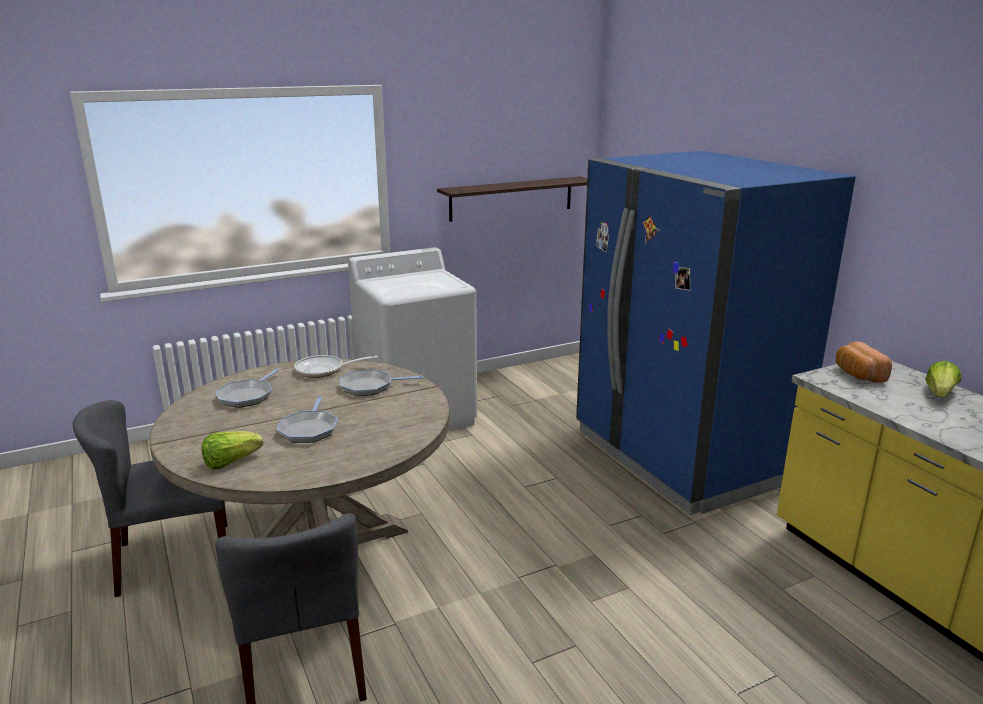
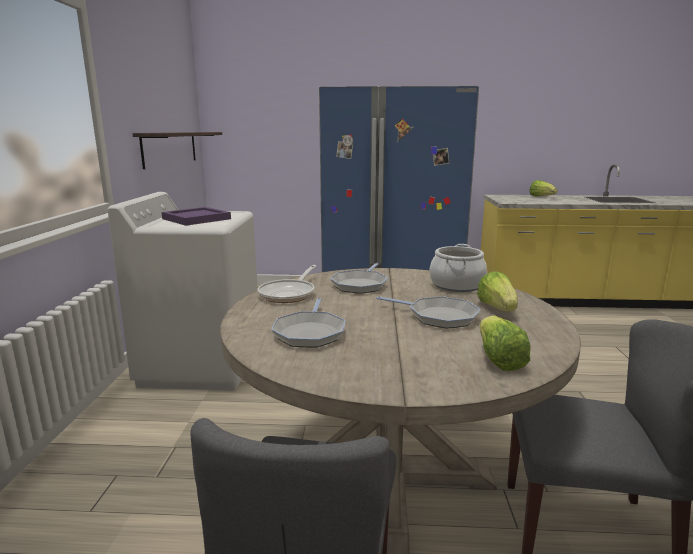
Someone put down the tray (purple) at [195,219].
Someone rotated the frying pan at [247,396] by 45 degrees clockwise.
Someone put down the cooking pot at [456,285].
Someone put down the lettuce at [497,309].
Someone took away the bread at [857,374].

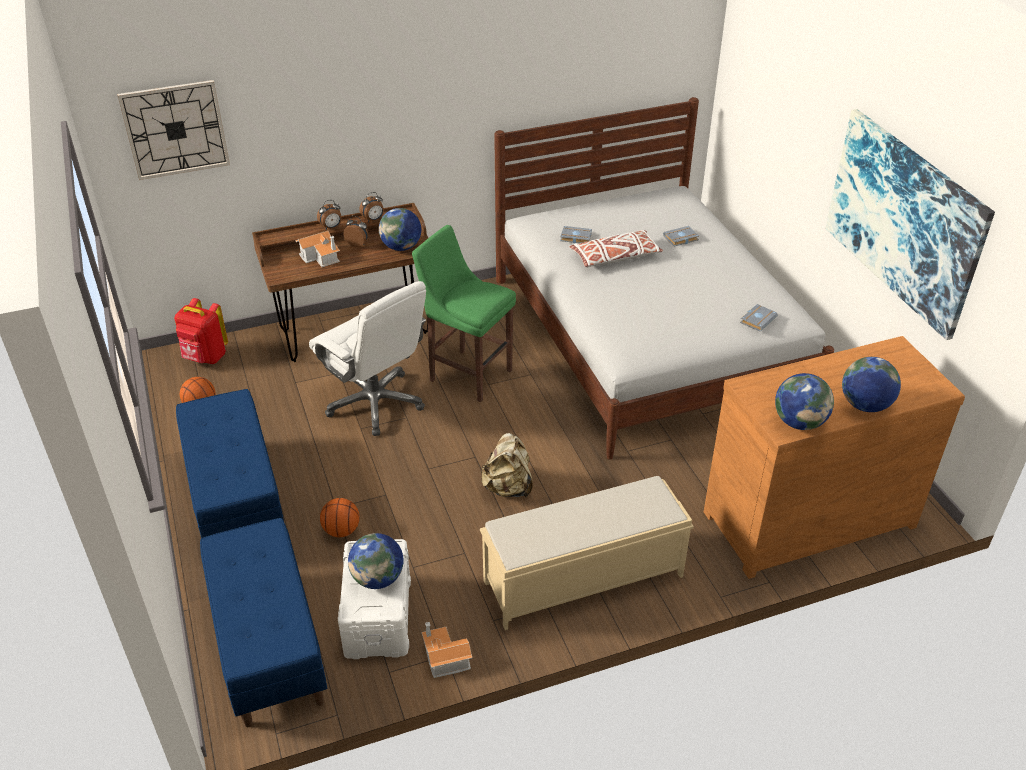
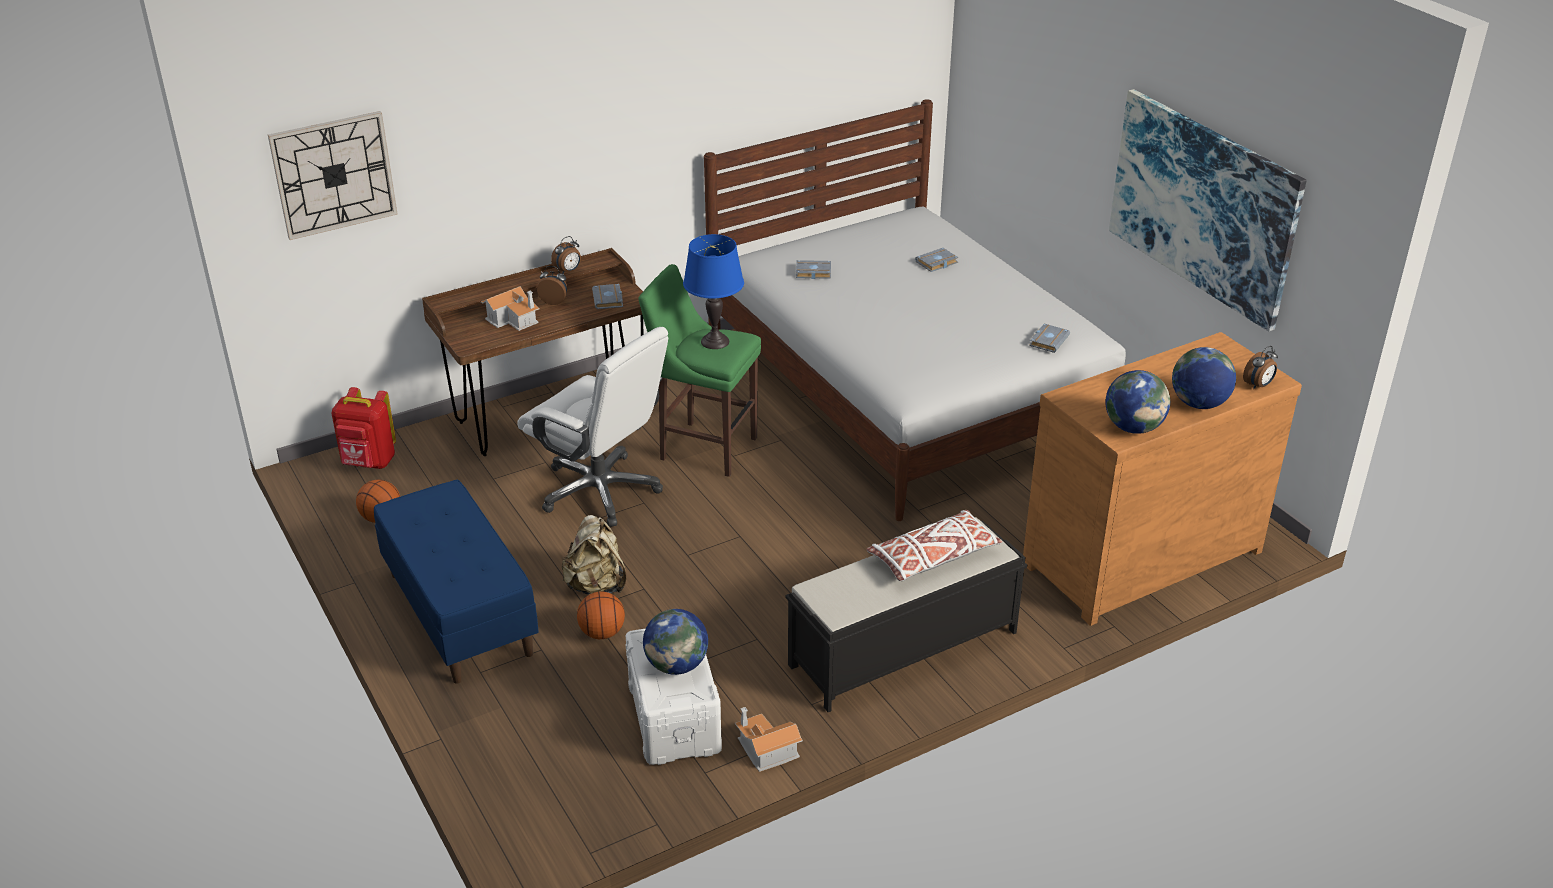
Someone carried the backpack (beige) from [508,487] to [596,585].
Someone swapped the globe at [401,247] for the book (grey) at [609,300].
Someone put down the table lamp (blue) at [715,341].
Someone repainted the bench (beige) at [581,579], which became the bench (black) at [902,649].
Someone carried the pillow (white) from [615,257] to [933,557].
Someone carried the alarm clock from [331,227] to [1258,385].
Someone took away the bench (blue) at [268,645].

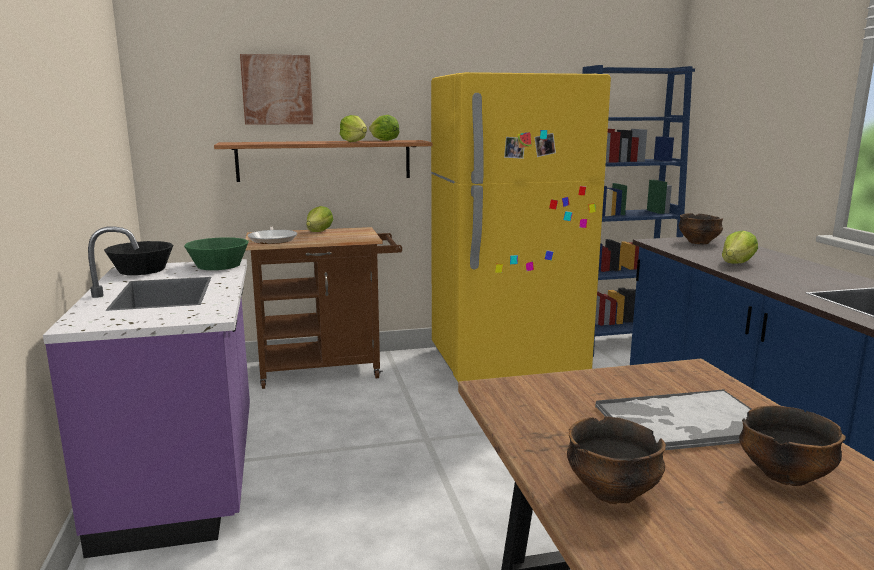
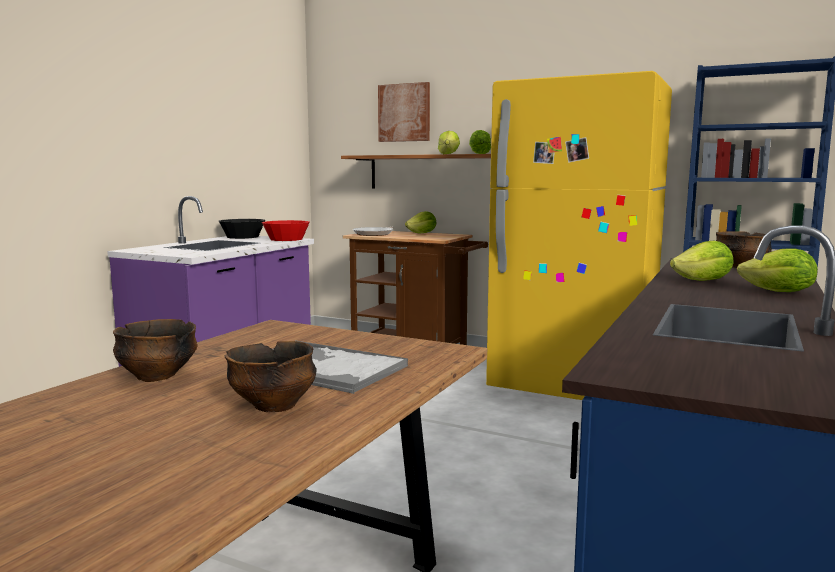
Someone repainted the bowl (green) at [219,265], which became the bowl (red) at [286,239].
Someone put down the lettuce at [779,292].

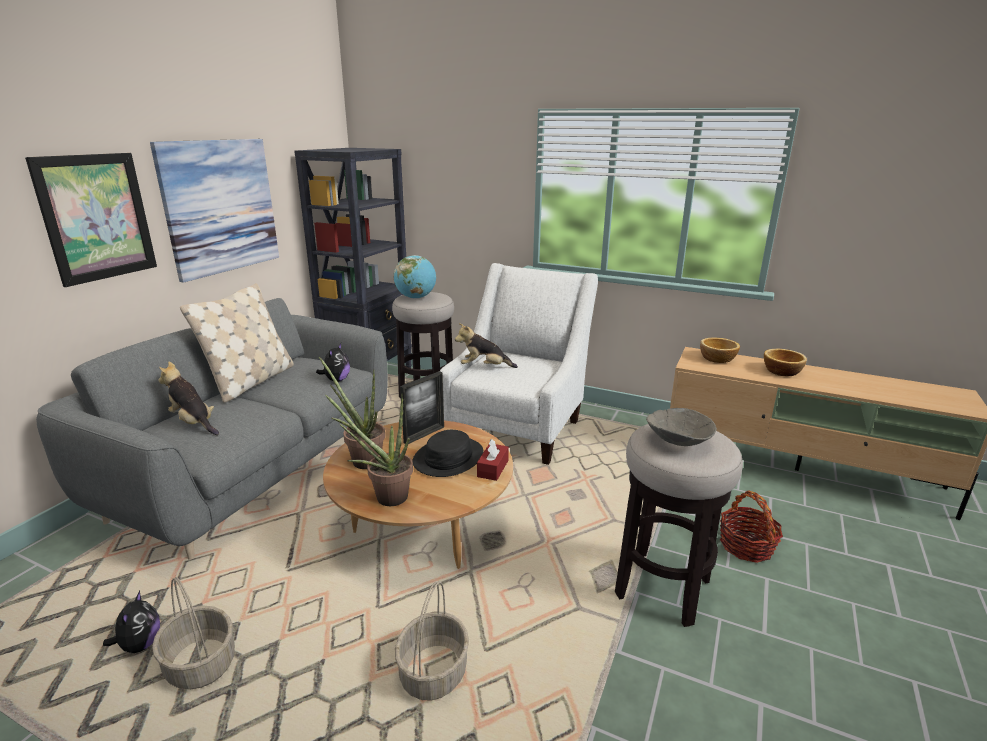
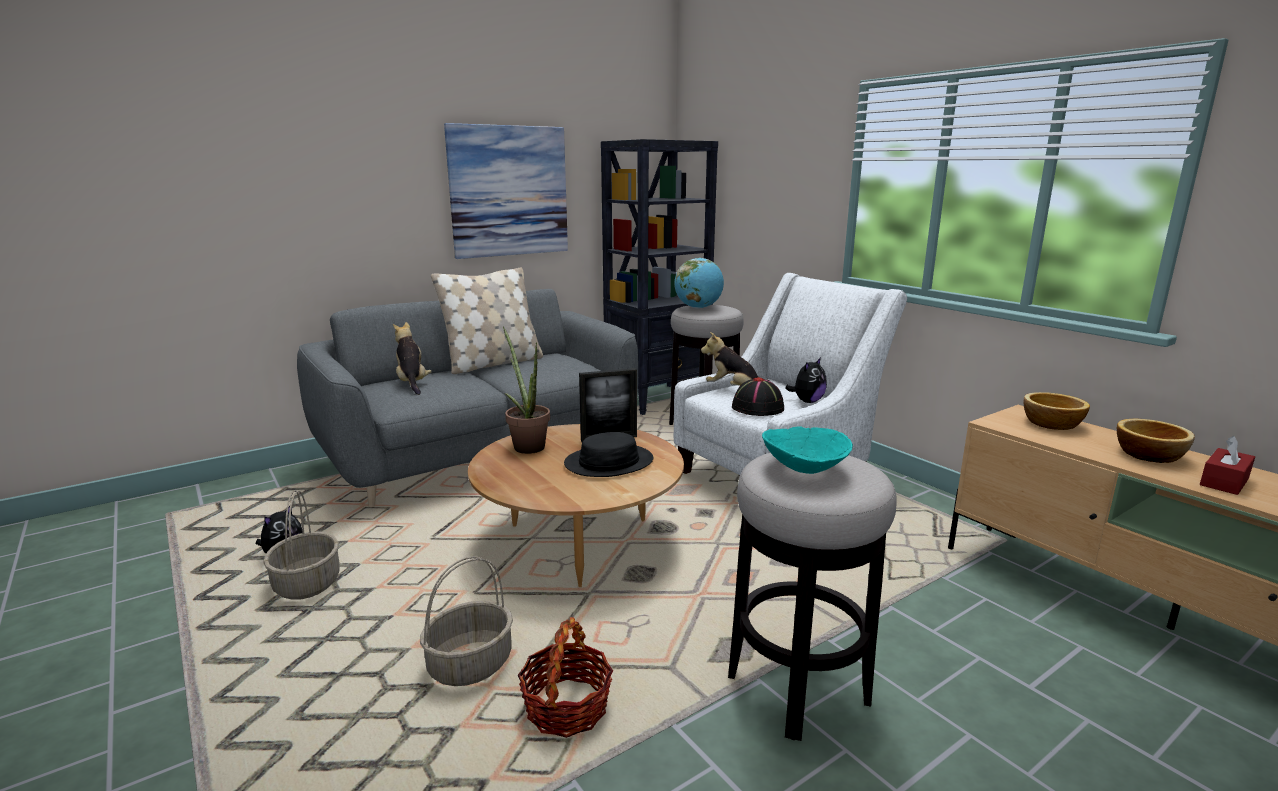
Someone carried the basket from [746,546] to [567,708].
Someone put down the hat (black) at [758,408].
Someone repainted the bowl (grey) at [677,441], which became the bowl (turquoise) at [803,468].
Someone carried the plush toy from [336,380] to [807,401].
Someone carried the tissue box (red) from [493,468] to [1224,481].
Someone took away the picture at [97,217].
Someone took away the potted plant at [385,497].

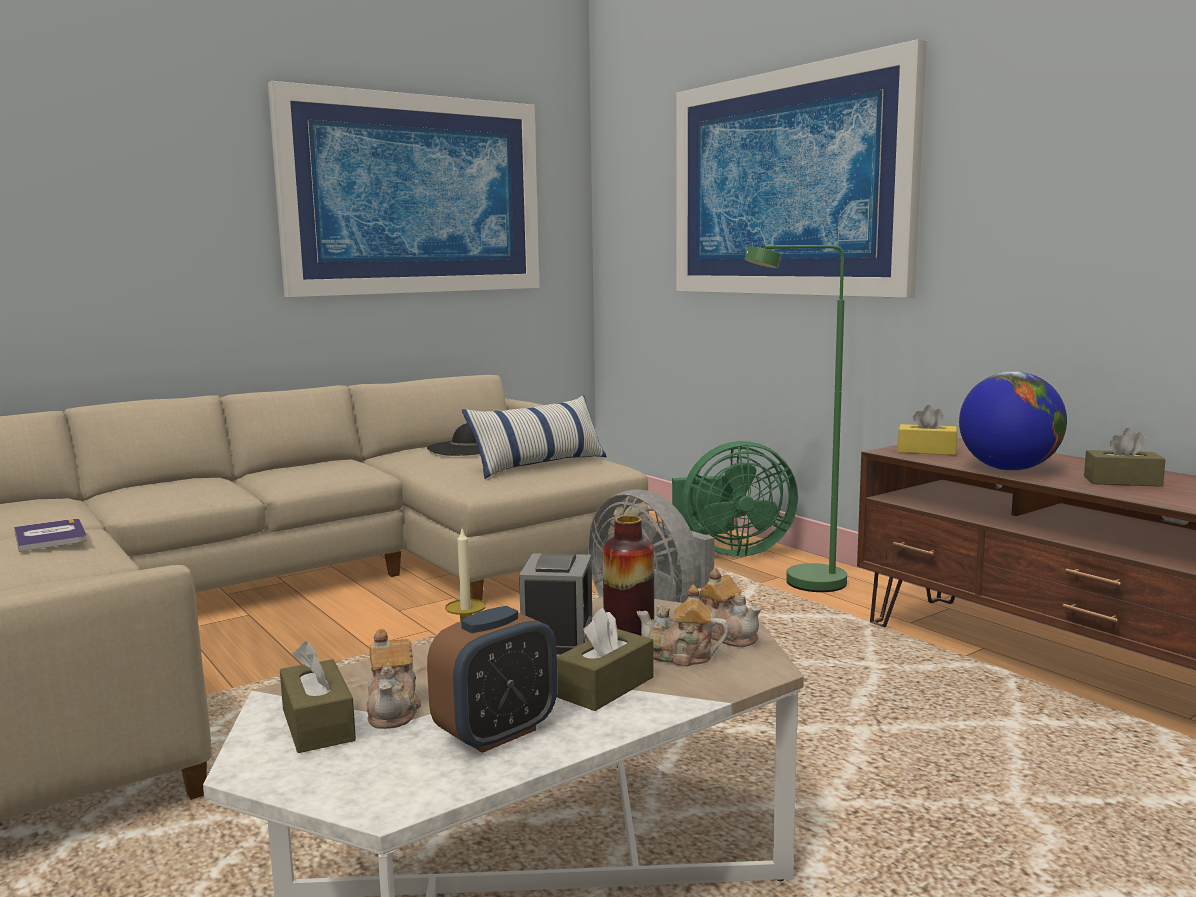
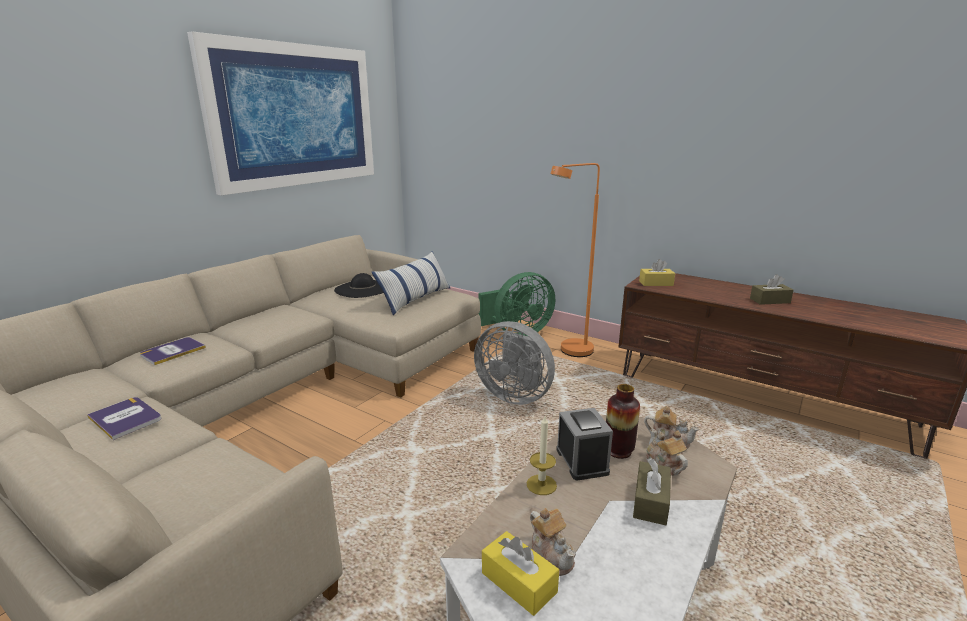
Someone put down the book at [172,351].
Someone repainted the tissue box (brown) at [318,724], which became the tissue box (yellow) at [518,582].
Someone repainted the floor lamp (green) at [801,584], which became the floor lamp (orange) at [570,352].
Someone rotated the teapot at [681,656] by 75 degrees clockwise.
Someone took away the alarm clock at [496,733].
Someone took away the picture at [787,184].
Someone took away the globe at [1008,469].

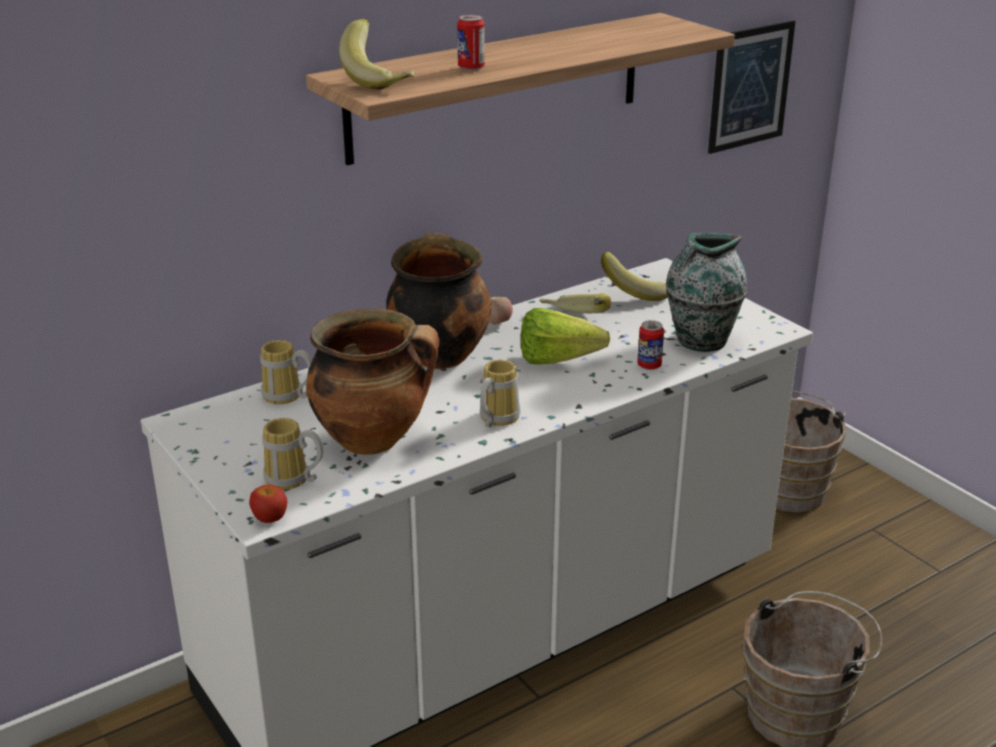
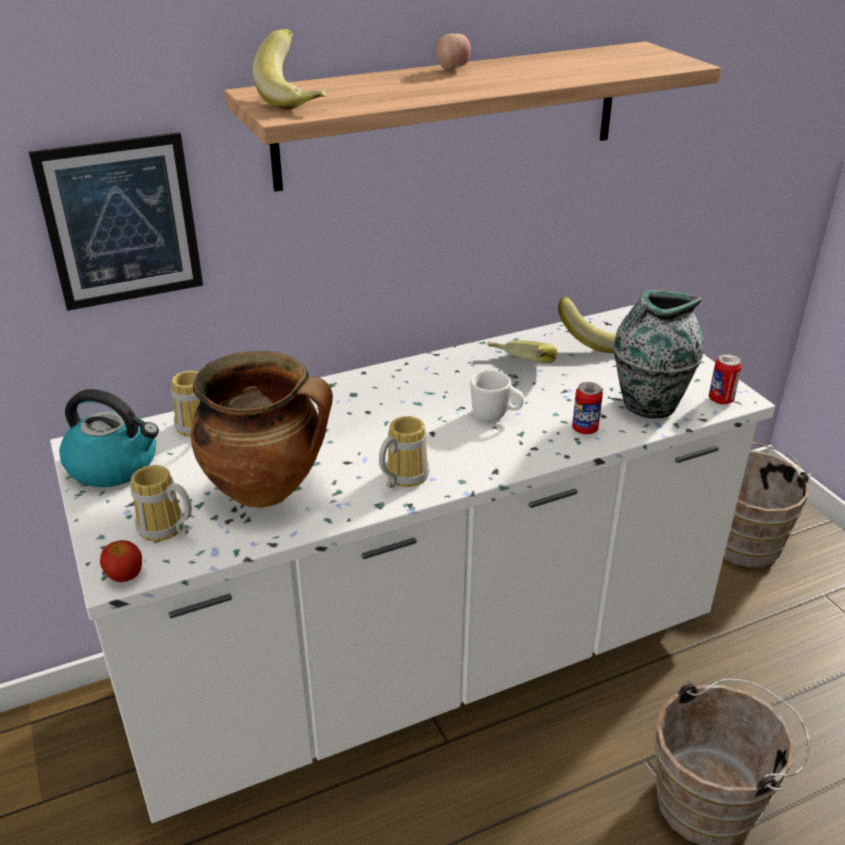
Someone carried the picture from [750,86] to [121,222].
Someone put down the kettle at [114,465].
Someone carried the apple from [498,323] to [452,70].
Someone swapped the lettuce at [564,361] for the mug (white) at [495,415].
Someone carried the can from [471,68] to [720,400].
Someone took away the cooking pot at [439,355].

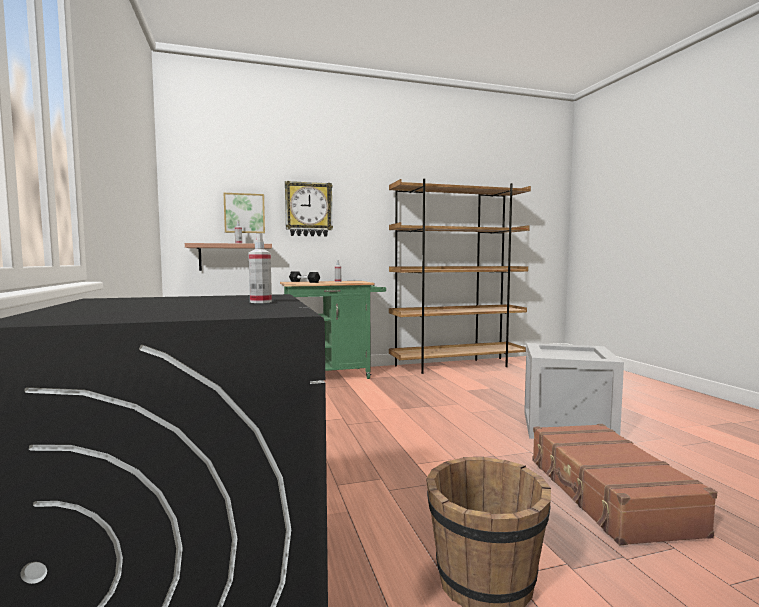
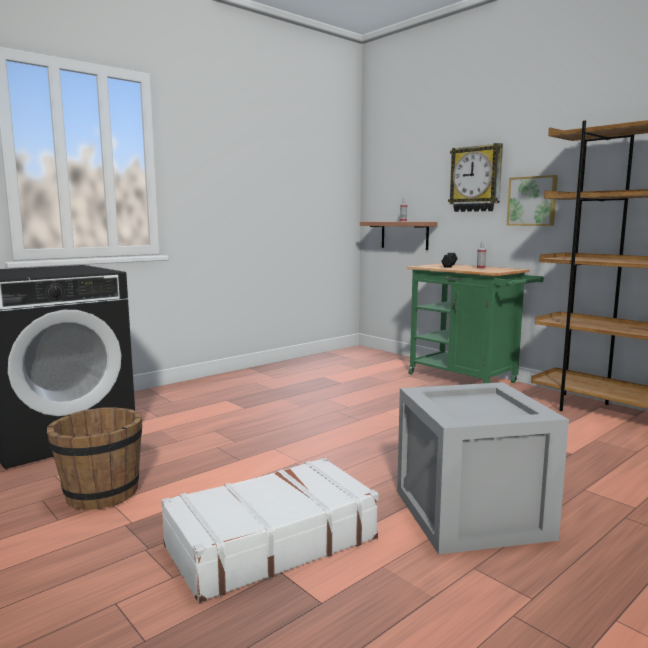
Someone repainted the suitcase (brown) at [607,495], which became the suitcase (white) at [270,542].
Someone carried the picture from [244,213] to [532,201].
Someone took away the spray bottle at [260,302].

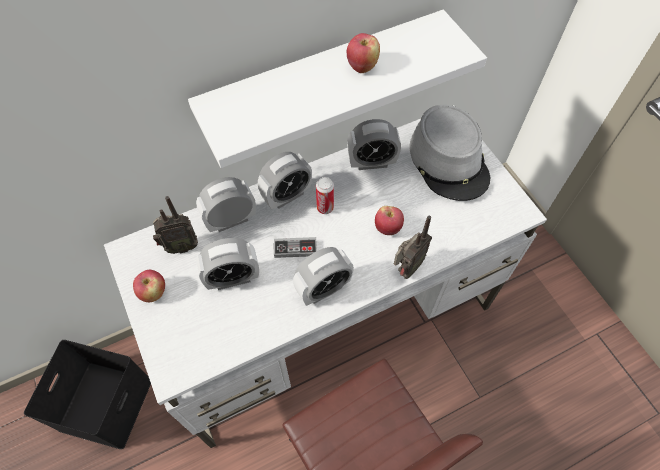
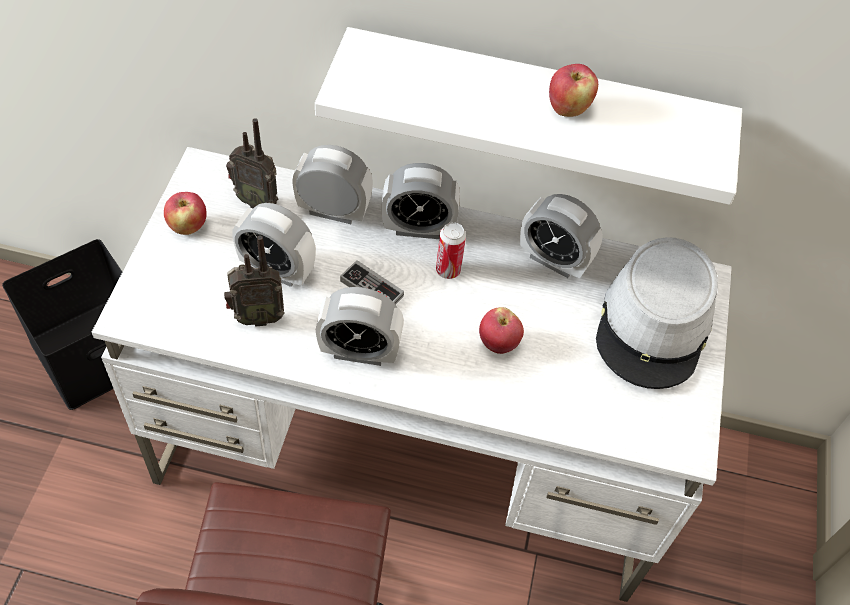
Someone carried the radio from [406,269] to [257,317].

